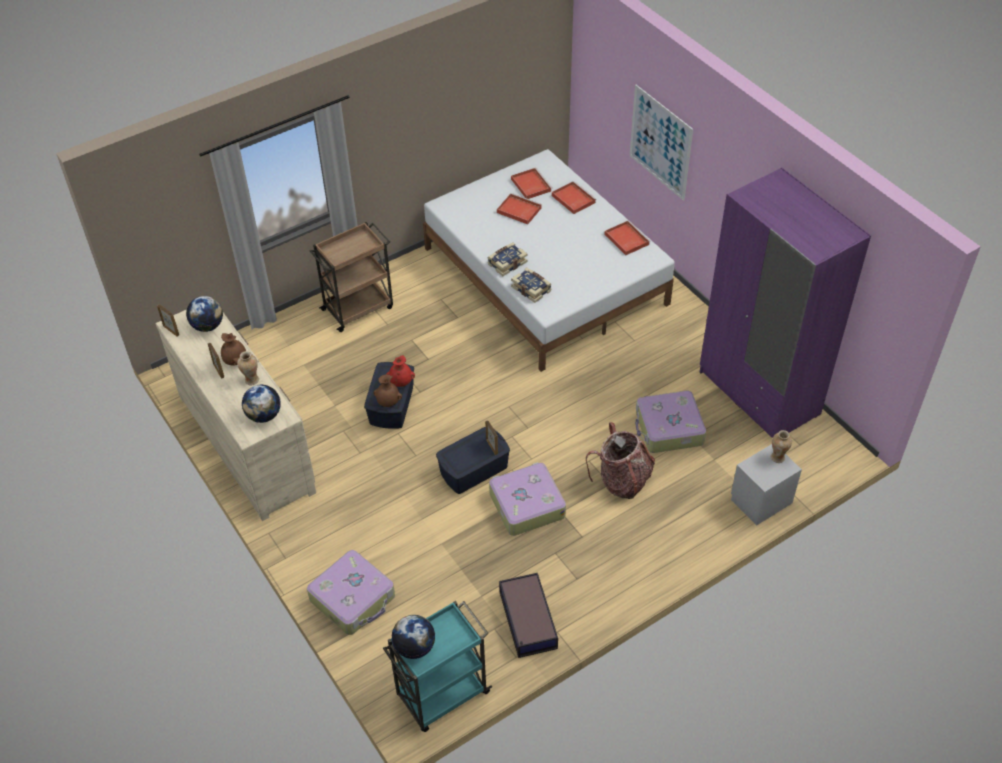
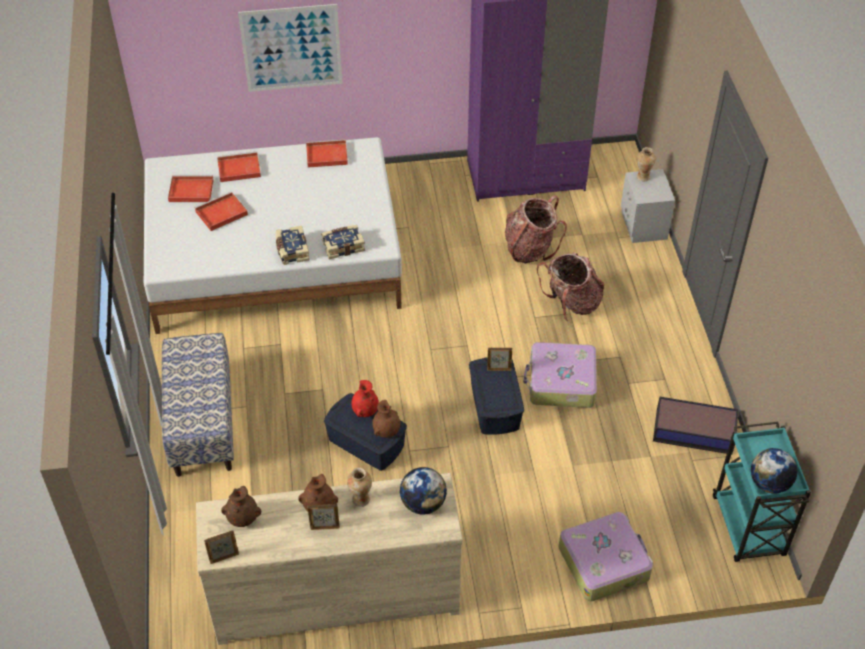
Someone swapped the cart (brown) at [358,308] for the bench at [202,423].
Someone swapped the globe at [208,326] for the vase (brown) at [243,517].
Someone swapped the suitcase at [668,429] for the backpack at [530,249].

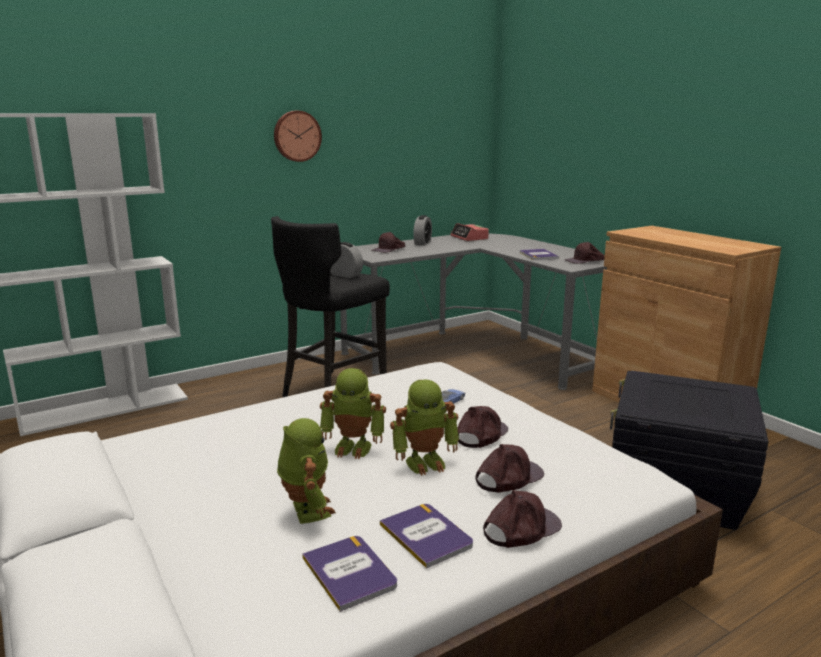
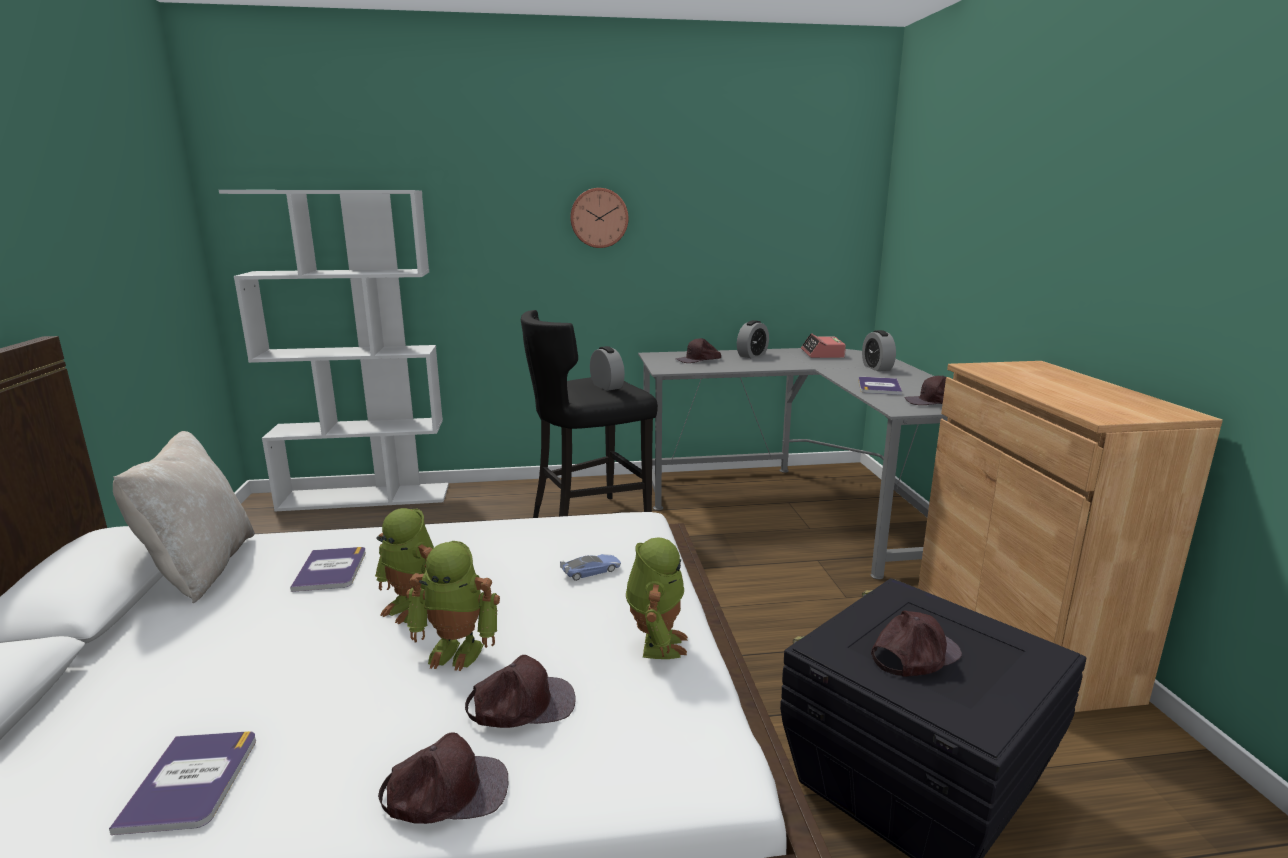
Someone put down the pillow (beige) at [200,569].
Someone carried the book from [426,535] to [331,570].
Someone carried the toy robot from [306,510] to [656,643].
Someone put down the alarm clock at [877,368].
Someone carried the cap (brown) from [480,434] to [914,654].

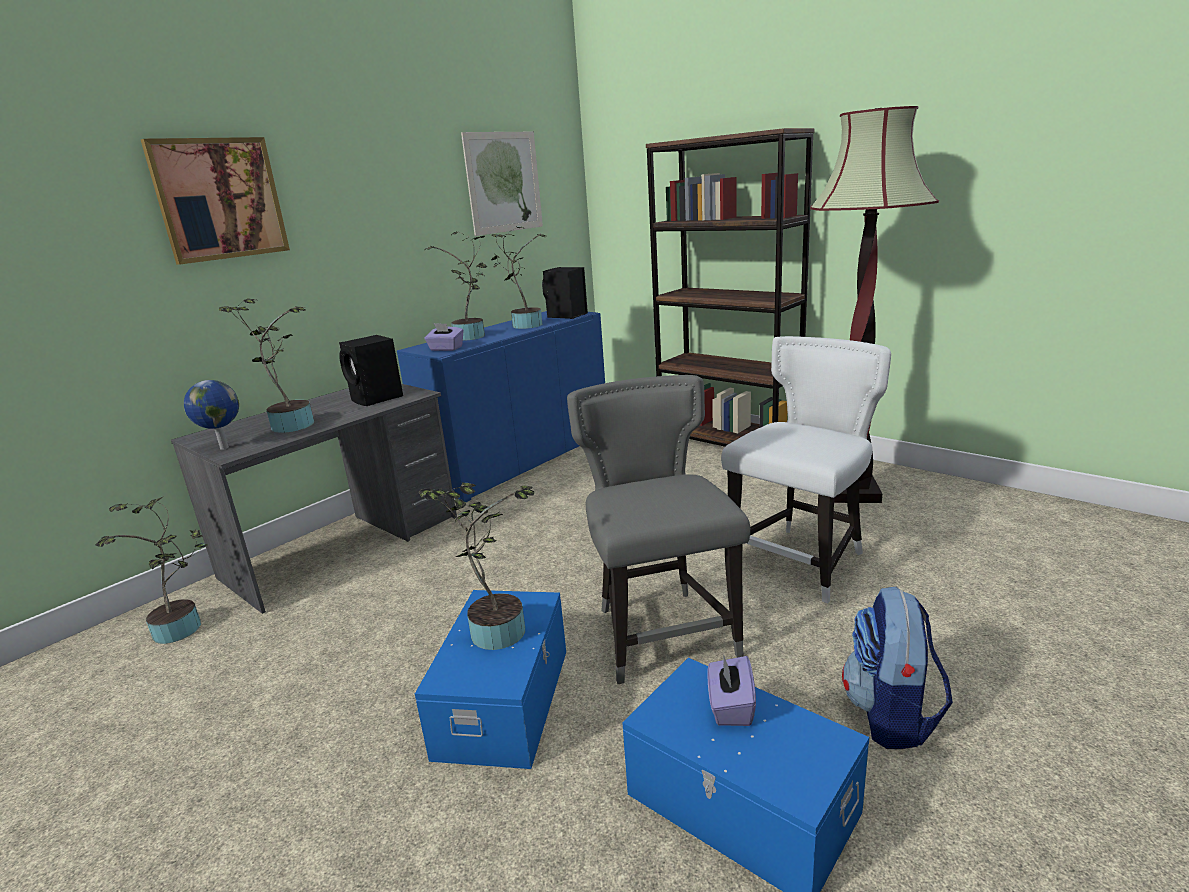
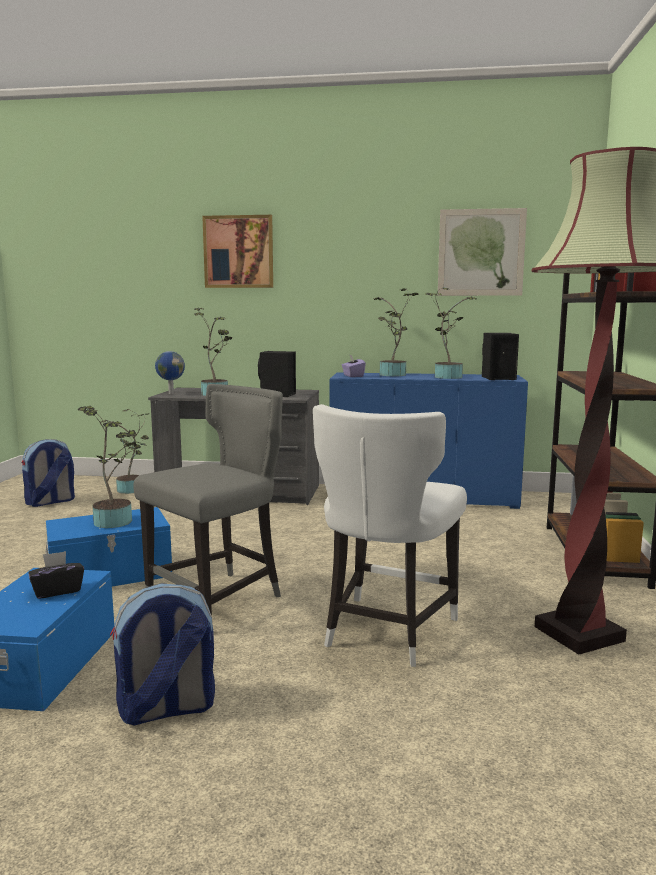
Someone put down the backpack at [50,502].
Someone repainted the tissue box (purple) at [730,707], which became the tissue box (black) at [57,591].
Someone rotated the chair (white) at [801,561] by 105 degrees clockwise.

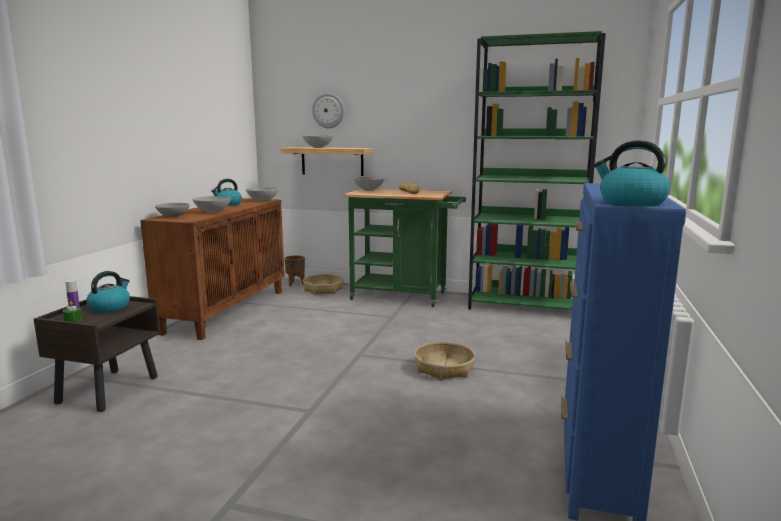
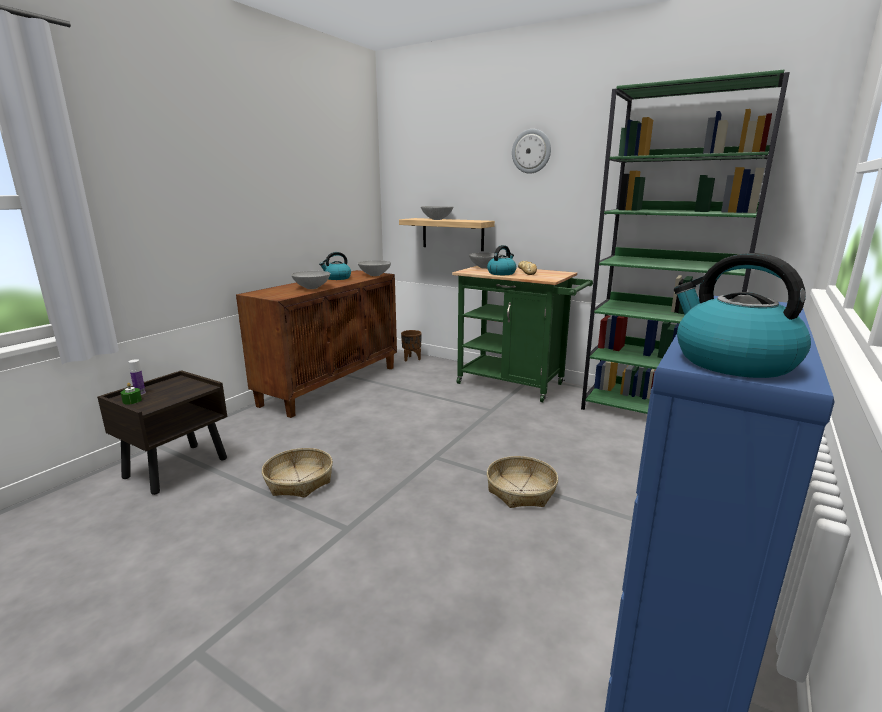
Someone carried the basket from [323,289] to [299,481].
Someone carried the kettle from [110,307] to [501,273].
Someone carried the wall clock from [328,110] to [531,151].
Someone took away the bowl (grey) at [174,216].

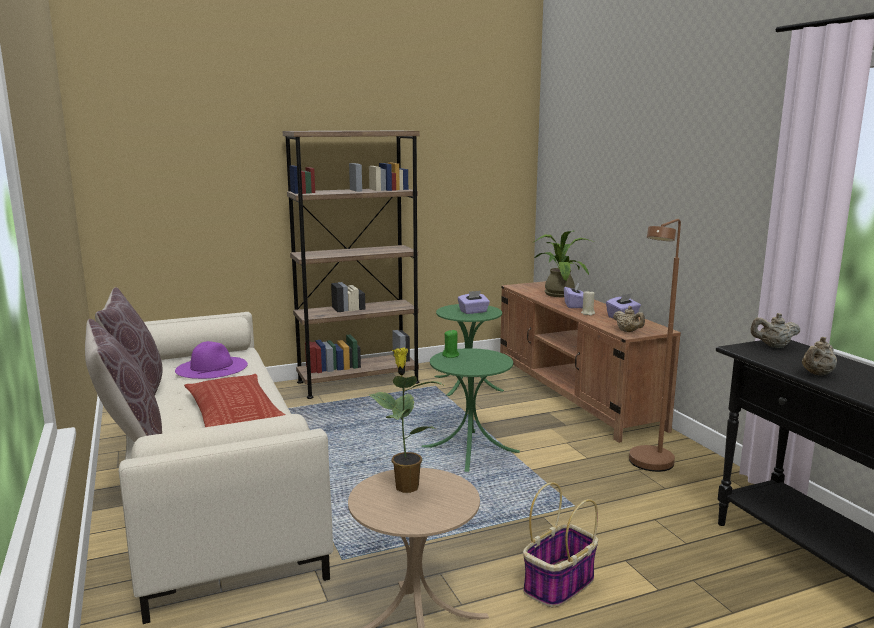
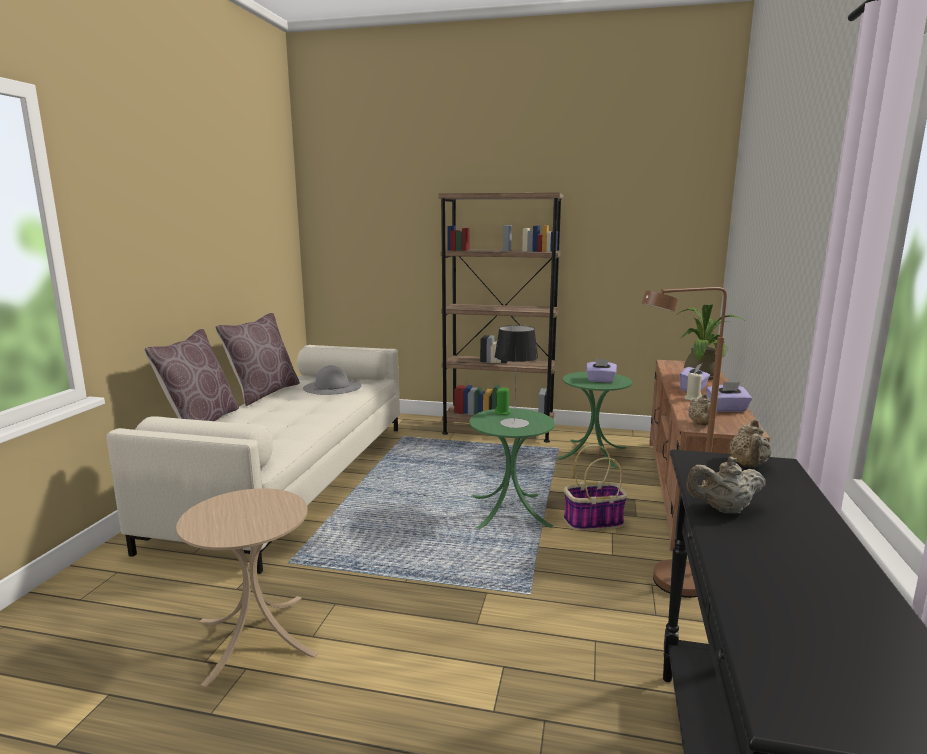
Someone repainted the hat (purple) at [211,367], which became the hat (grey) at [332,387].
Someone put down the table lamp at [514,423].
Someone carried the basket from [558,585] to [593,522].
Someone rotated the teapot (beige) at [773,346] by 105 degrees counterclockwise.
Someone took away the pillow at [234,412].
Someone took away the potted plant at [406,486].

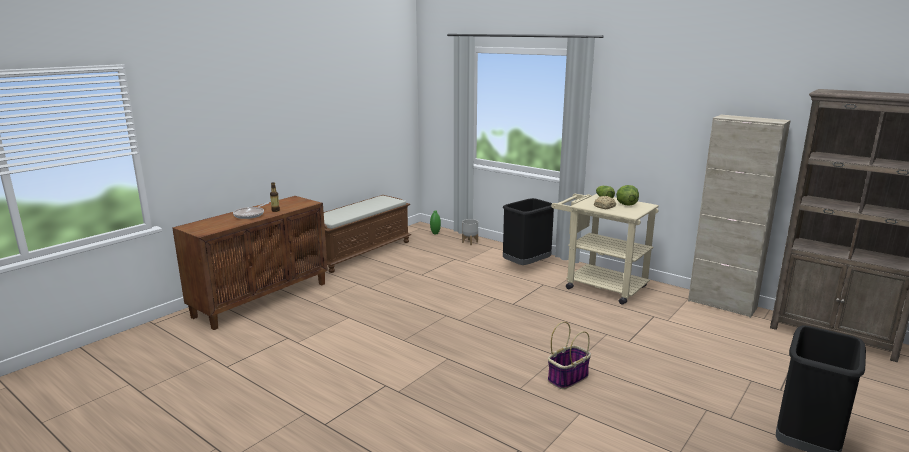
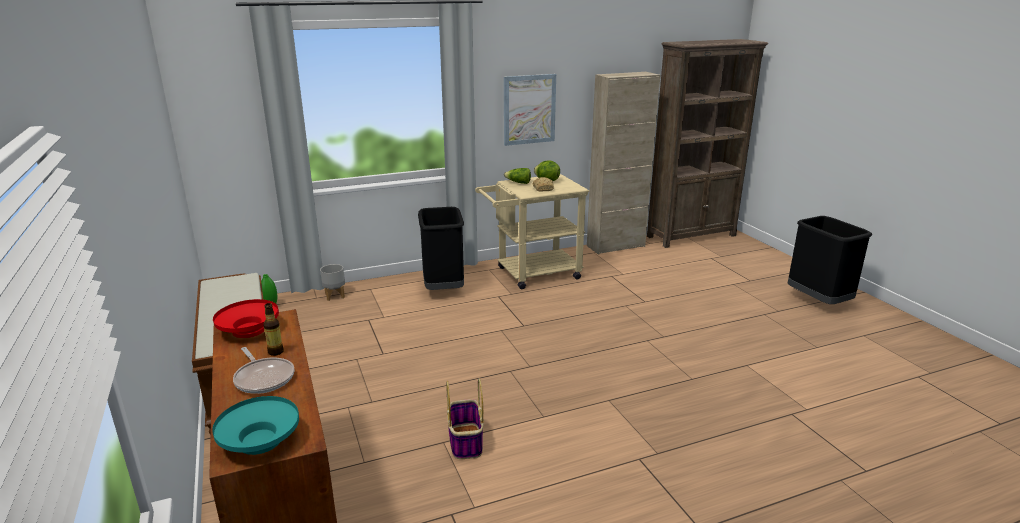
Someone put down the bowl (turquoise) at [260,441].
Someone put down the bowl (red) at [248,330].
Someone carried the basket from [568,378] to [465,441].
Someone put up the picture at [529,109].

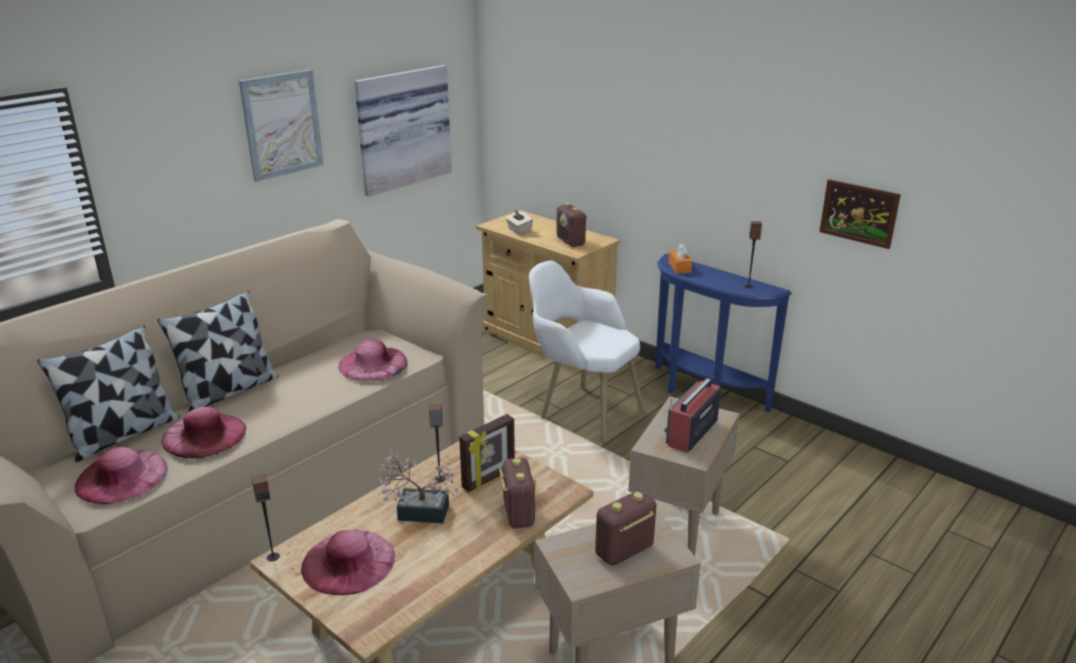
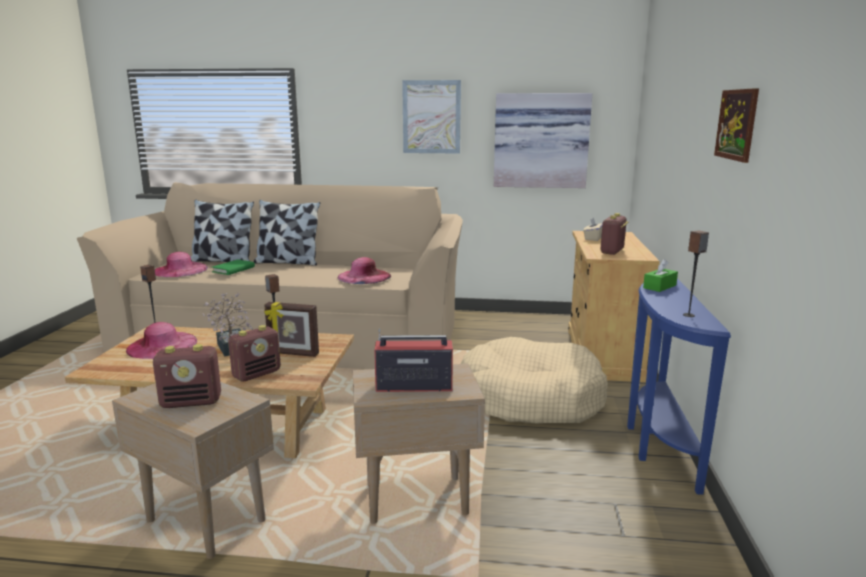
Someone rotated the radio at [624,551] by 150 degrees clockwise.
Someone swapped the hat (pink) at [204,435] for the book (green) at [233,269].
Someone swapped the armchair (white) at [581,409] for the dog bed (beige) at [530,398].
Someone repainted the tissue box (orange) at [679,267], which became the tissue box (green) at [659,286].
Someone carried the picture from [859,213] to [736,124].

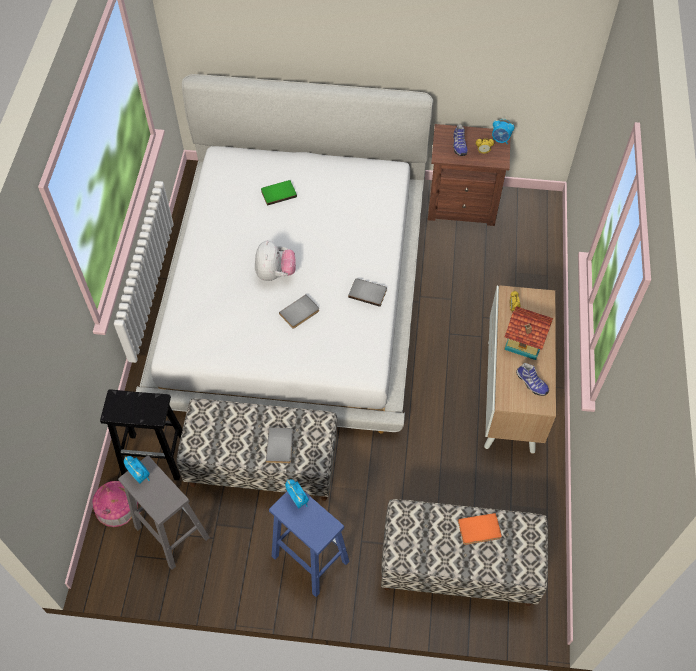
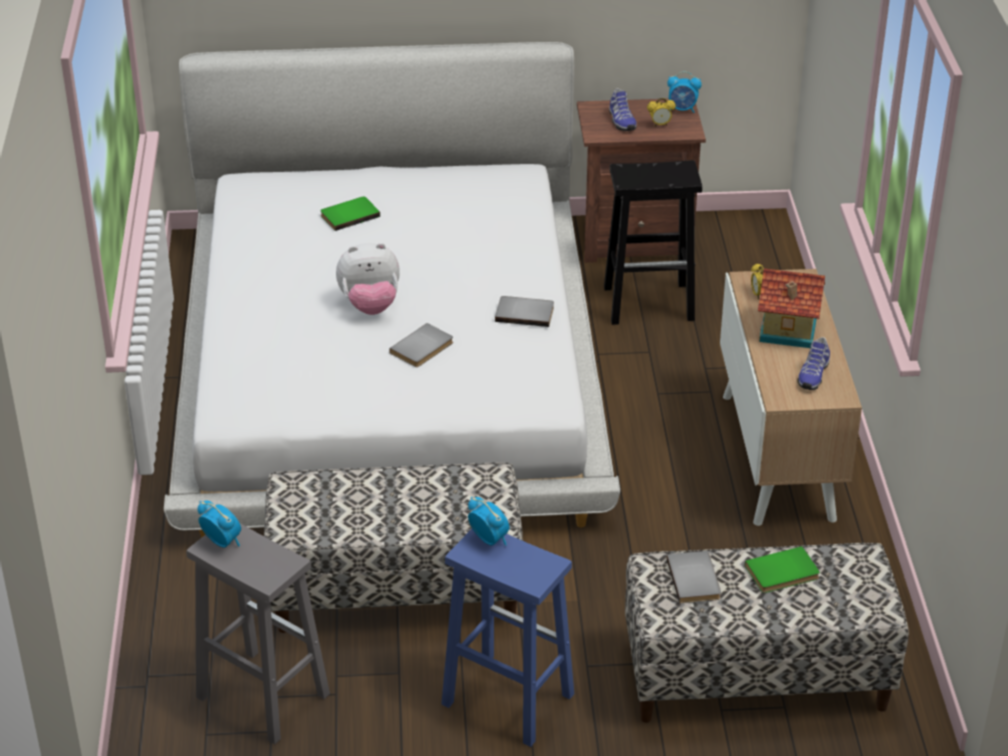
Someone rotated the plush toy at [275,273] by 90 degrees clockwise.
Someone carried the stool (black) from [156,456] to [650,303].
Someone carried the book (grey) from [281,446] to [695,579].
Someone repainted the book (orange) at [479,531], which became the book (green) at [783,573].
Someone rotated the shoe at [531,383] by 75 degrees clockwise.
Someone took away the toy house at [116,506].

